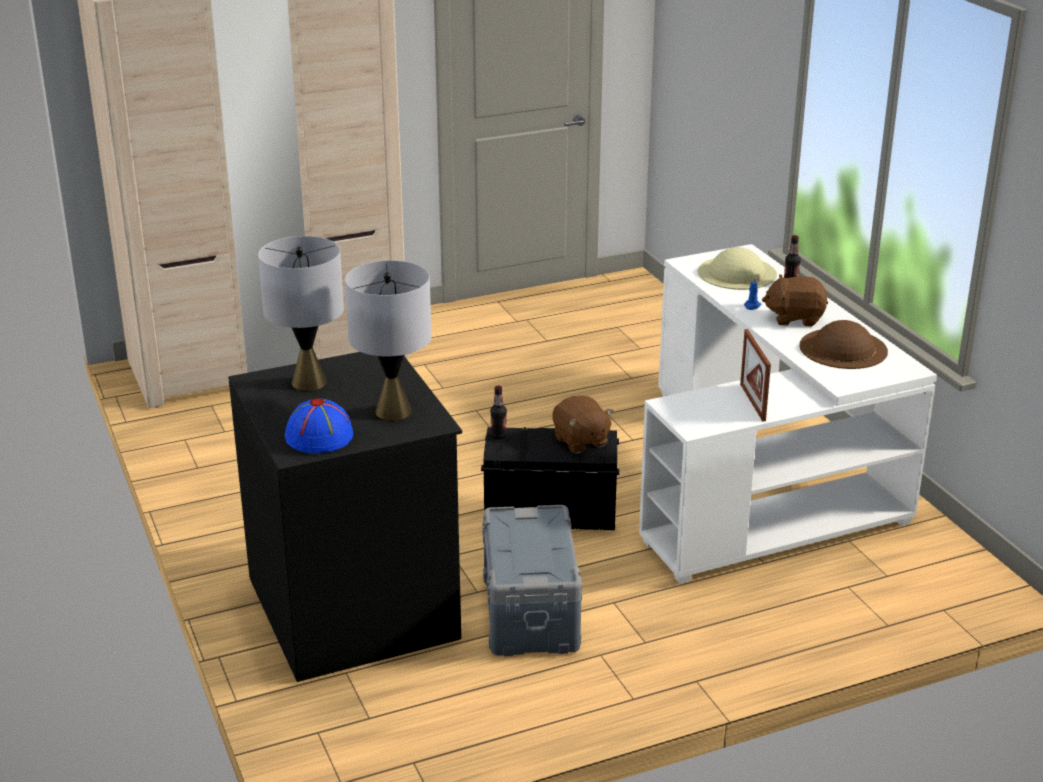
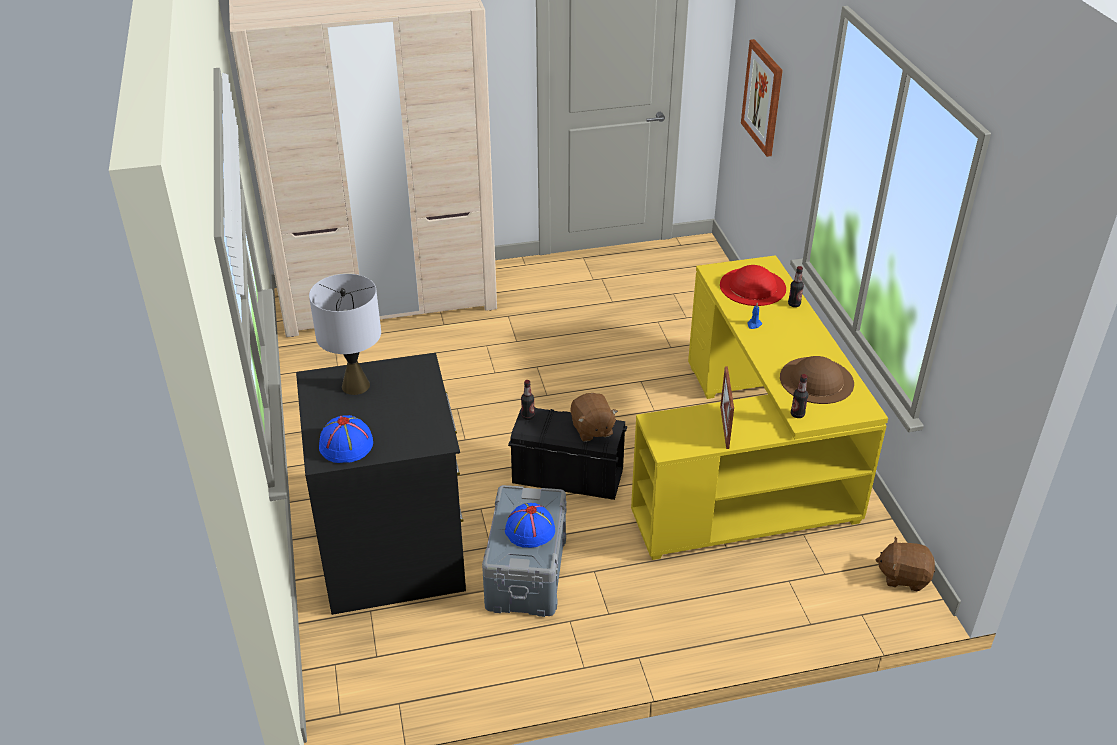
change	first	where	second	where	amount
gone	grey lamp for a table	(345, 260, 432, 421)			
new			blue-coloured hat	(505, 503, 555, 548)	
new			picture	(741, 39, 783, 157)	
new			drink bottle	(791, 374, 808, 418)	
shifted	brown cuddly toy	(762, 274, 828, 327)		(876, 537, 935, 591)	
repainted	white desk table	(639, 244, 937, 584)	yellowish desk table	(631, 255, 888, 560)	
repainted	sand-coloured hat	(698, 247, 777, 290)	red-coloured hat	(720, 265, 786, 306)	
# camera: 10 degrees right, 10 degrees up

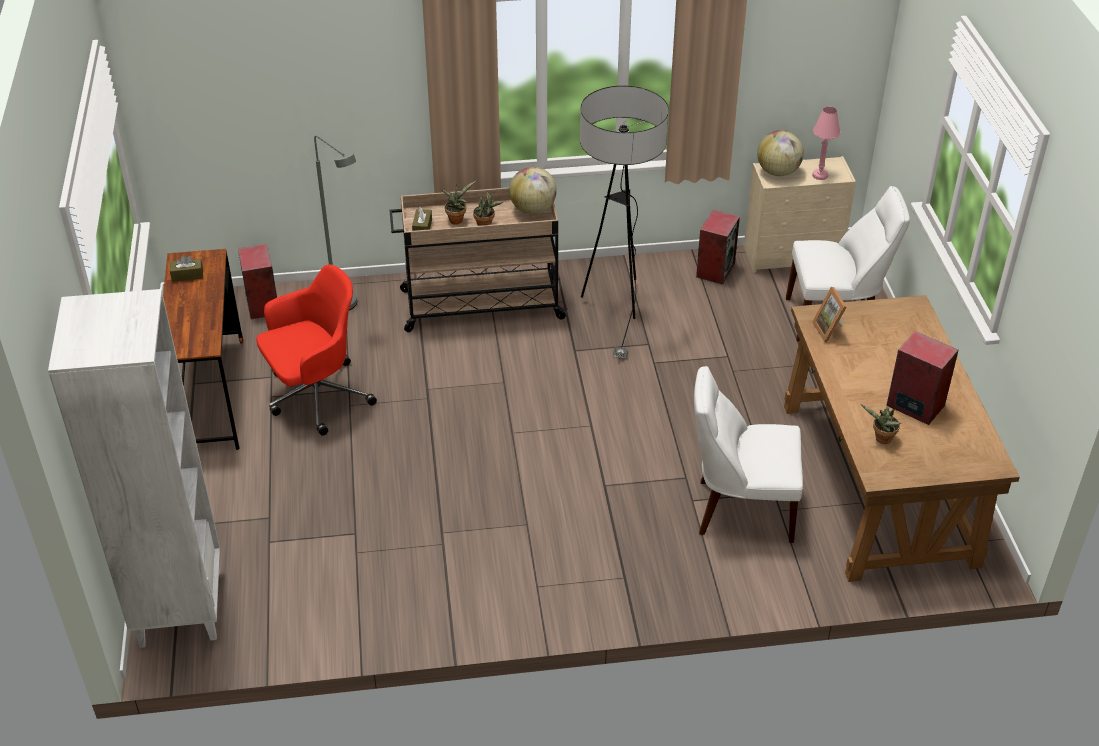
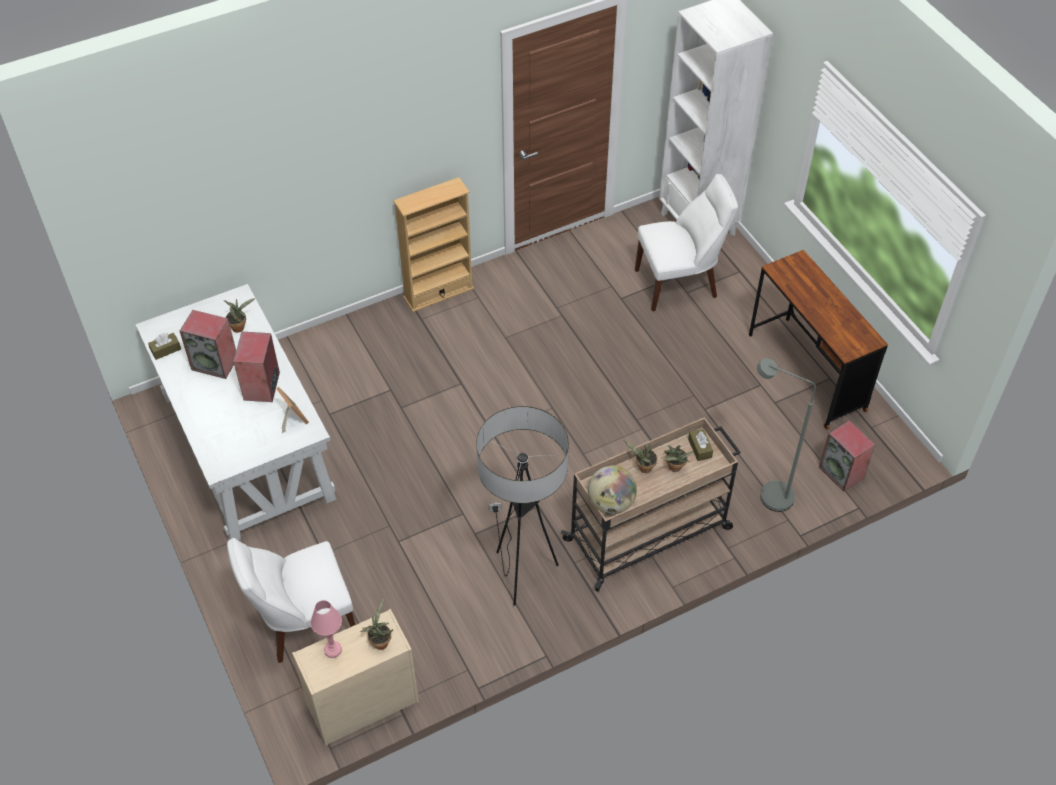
change	first	where	second	where	amount
gone	red-coloured office chair	(256, 264, 377, 436)			
new			sand-coloured bookshelf	(393, 177, 474, 312)	
shifted	brown tissue box	(170, 255, 203, 282)		(148, 333, 181, 360)	
shifted	white upright chair	(694, 366, 803, 543)		(635, 174, 738, 311)	
shifted	speaker	(696, 210, 740, 284)		(233, 332, 280, 402)	
swapped	globe	(757, 130, 804, 176)	houseplant	(361, 599, 393, 650)	
repainted	brown desk table	(784, 295, 1020, 582)	white desk table	(135, 284, 336, 540)	
# camera: 160 degrees right, 10 degrees up

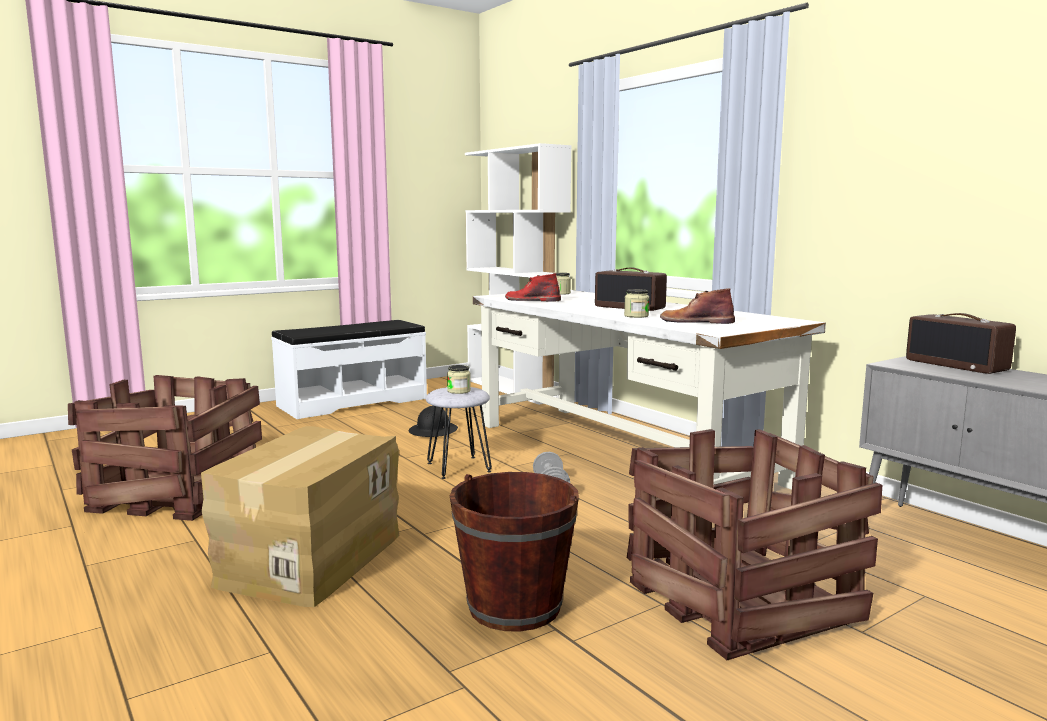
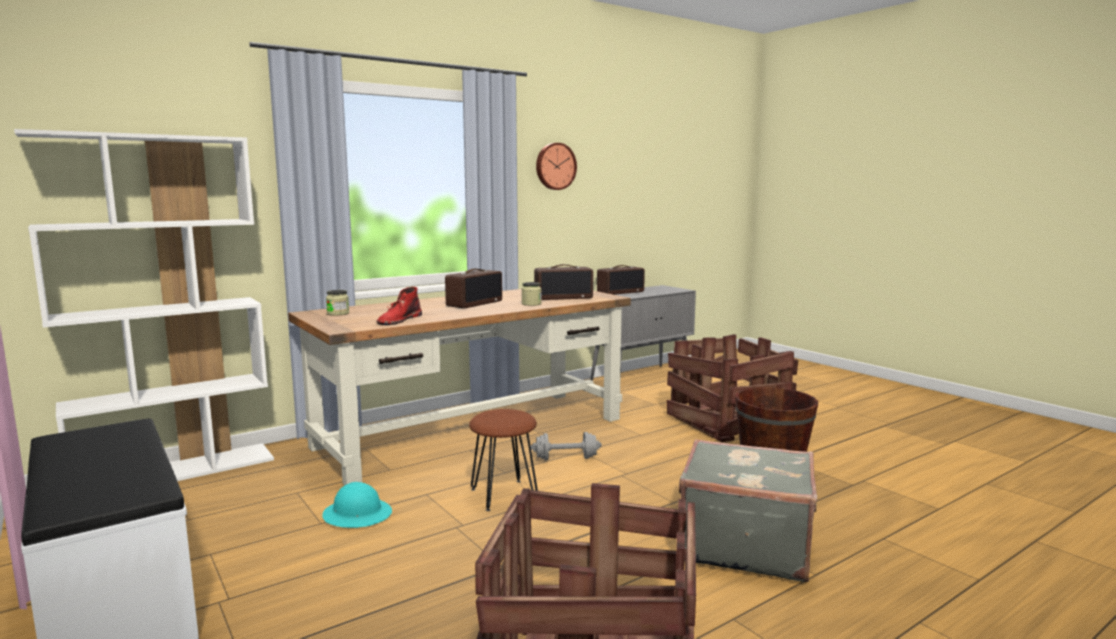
change	first	where	second	where	amount
gone	jar	(447, 365, 471, 394)			
new			hanging clock	(536, 143, 577, 190)	
swapped	carton	(201, 426, 399, 607)	grey piece of luggage	(679, 439, 817, 582)	
swapped	brown high-top boot	(660, 288, 735, 324)	radio	(534, 264, 593, 300)	
repainted	black-coloured hard hat	(409, 406, 458, 437)	blue-green hard hat	(322, 482, 392, 528)	
repainted	grey stool seat	(426, 387, 492, 479)	brown stool seat	(469, 409, 538, 511)	
repainted	white desk table	(473, 290, 826, 490)	brown desk table	(288, 289, 631, 486)	
# camera: 90 degrees left, 0 degrees up

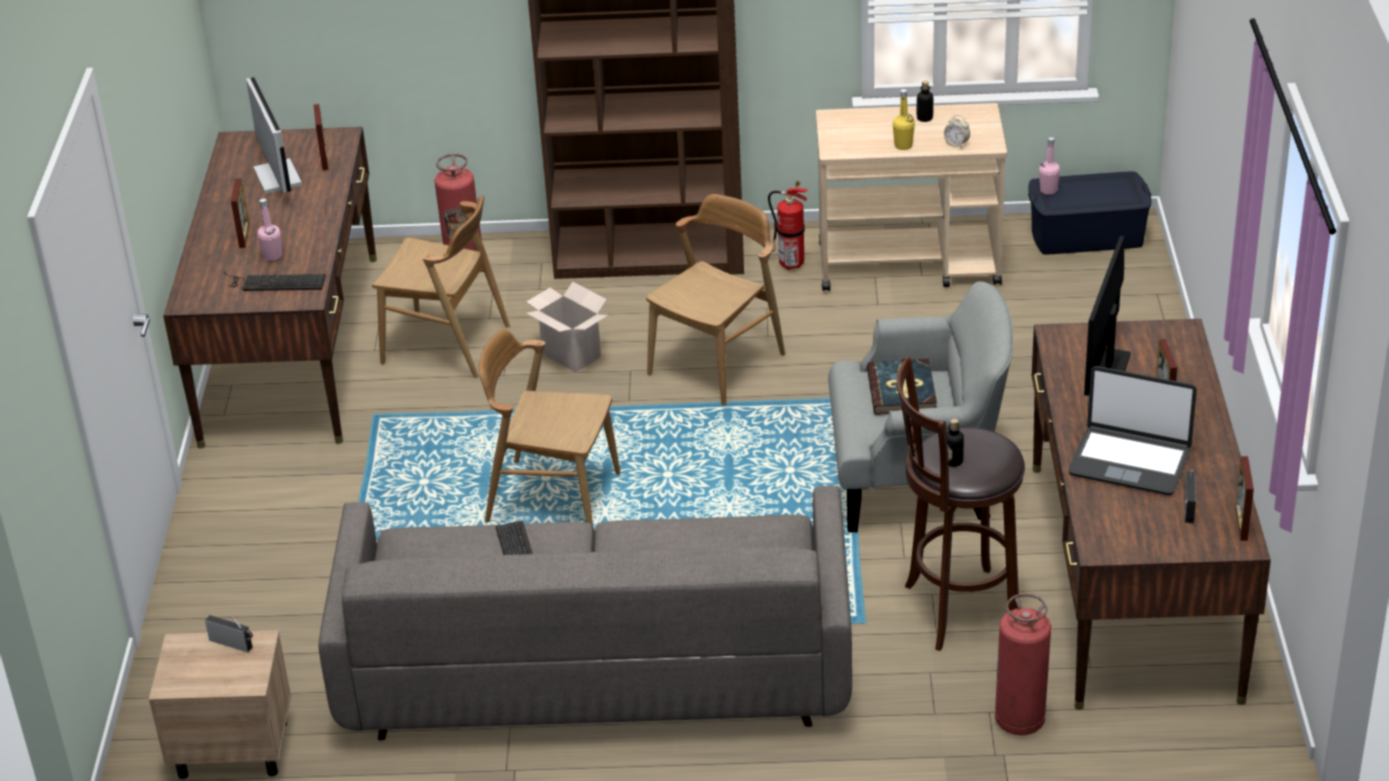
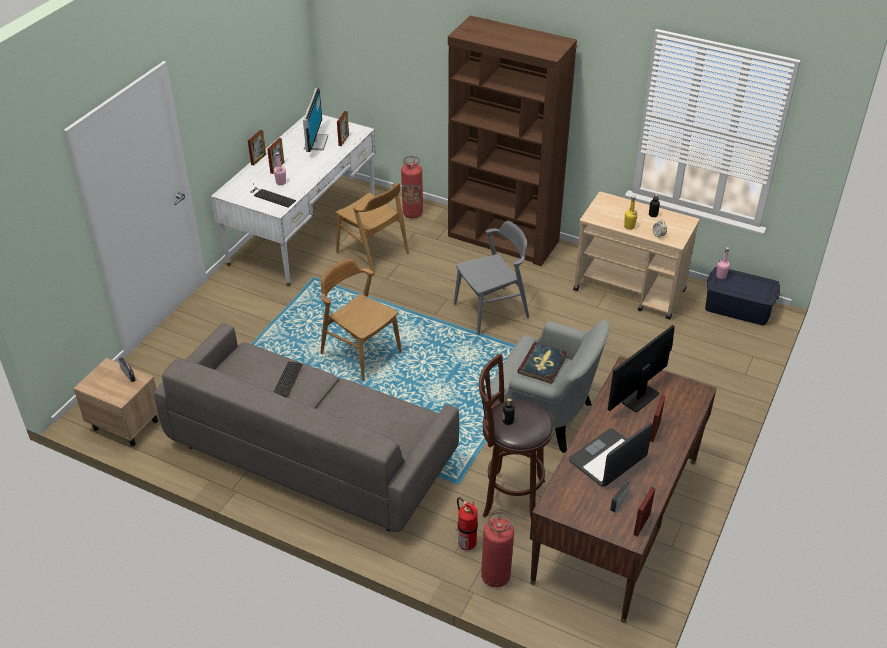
change	first	where	second	where	amount
gone	carton	(526, 282, 608, 372)			
new			standing frame	(248, 130, 266, 166)	
shifted	extinguisher	(768, 181, 808, 270)		(455, 497, 478, 550)	
repainted	brown desk table	(163, 127, 377, 448)	white desk table	(211, 115, 376, 287)	
repainted	brown upright chair	(646, 194, 785, 406)	grey upright chair	(454, 221, 529, 335)	
rotated	laptop	(1068, 366, 1197, 495)		(569, 422, 653, 487)	90 degrees clockwise
# camera: 25 degrees right, 5 degrees up

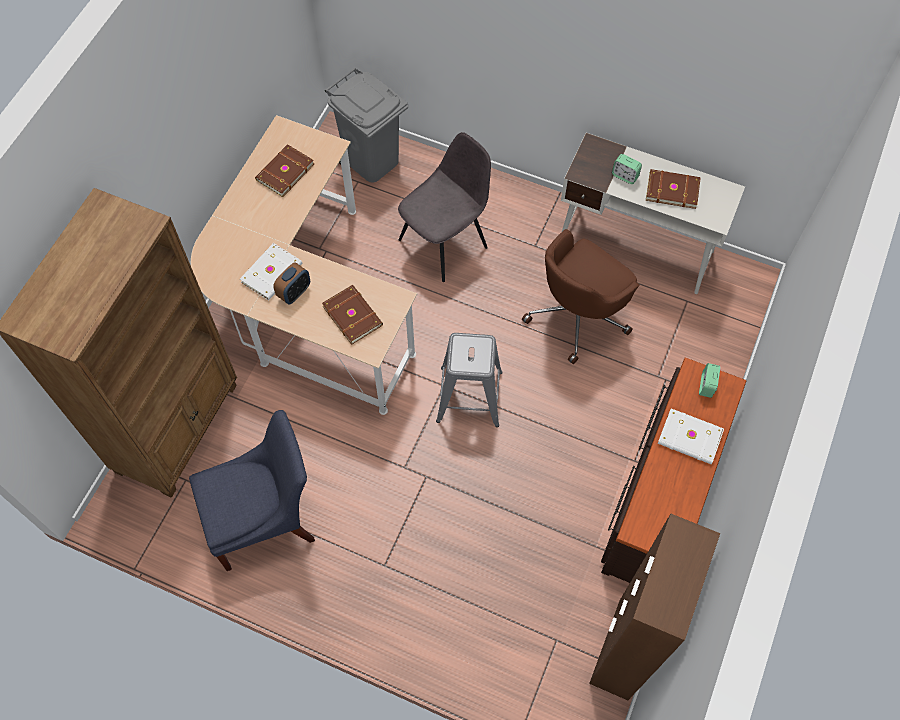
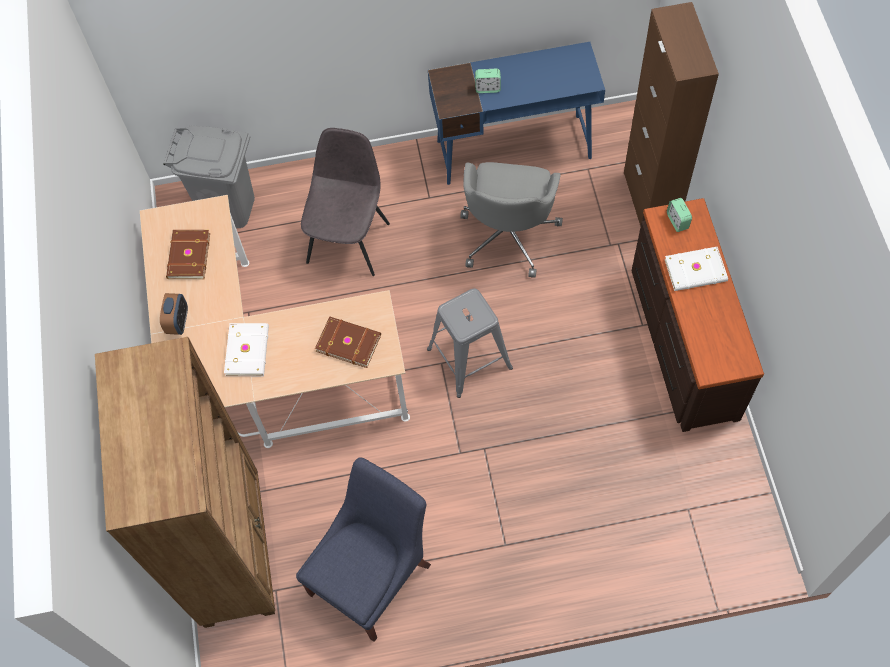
change	first	where	second	where	amount
gone	brown bound book	(646, 169, 701, 209)			
shifted	alarm clock	(273, 262, 310, 304)		(160, 293, 188, 335)	
shifted	brown cupboard	(589, 514, 720, 700)		(624, 2, 719, 226)	
repainted	brown office chair	(522, 229, 640, 364)	grey office chair	(460, 162, 563, 278)	
repainted	white desk table	(561, 133, 745, 294)	blue-coloured desk table	(428, 42, 605, 185)	
# camera: 30 degrees left, 0 degrees up

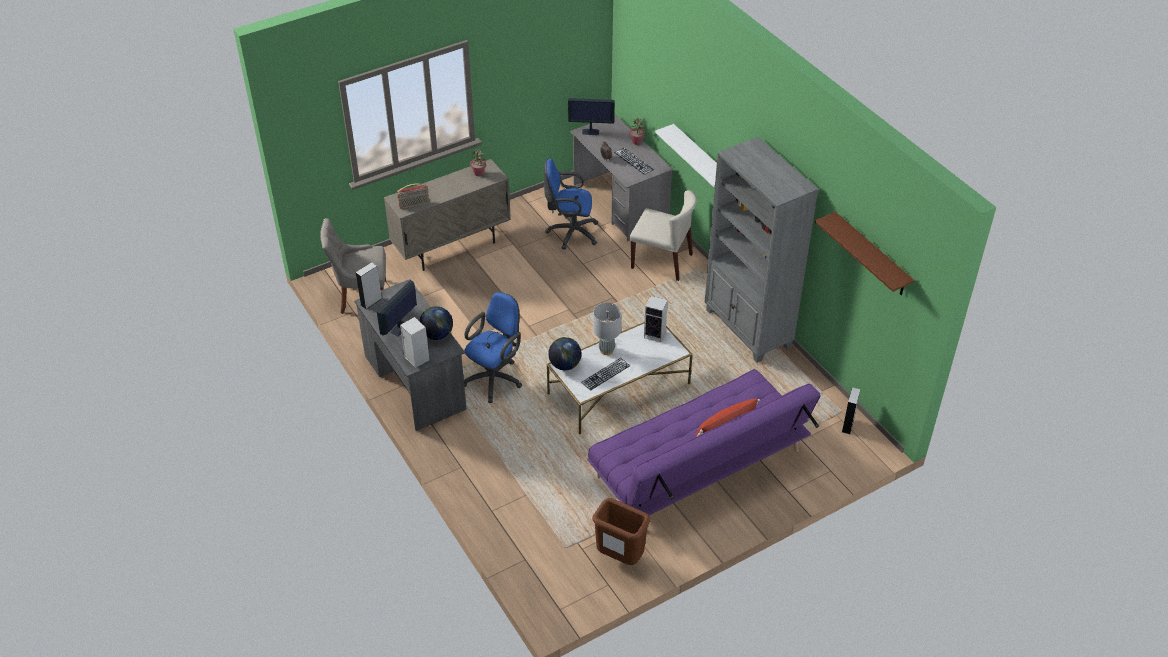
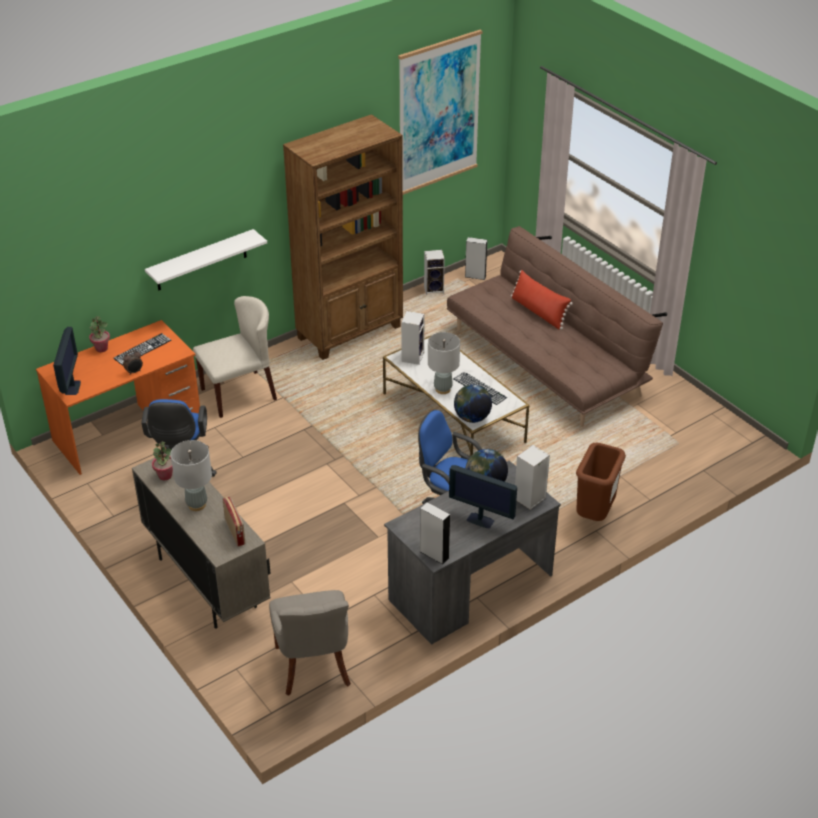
change	first	where	second	where	amount
new			grey lamp for a table	(171, 440, 212, 511)	
new			speaker	(424, 250, 445, 296)	
shifted	brown trash can	(592, 498, 650, 565)		(576, 443, 626, 521)	
swapped	brown shelf	(815, 212, 914, 295)	picture	(398, 30, 482, 195)	
repainted	grey desk table	(570, 115, 673, 241)	orange desk table	(36, 320, 200, 475)	
repainted	purple settee	(587, 369, 821, 515)	brown settee	(447, 226, 667, 427)	
repainted	grey bookshelf	(705, 137, 818, 363)	brown bookshelf	(283, 114, 403, 360)	
rotated	sand-coloured upright chair	(630, 190, 697, 281)		(193, 296, 277, 418)	45 degrees clockwise
# camera: 95 degrees left, 5 degrees down

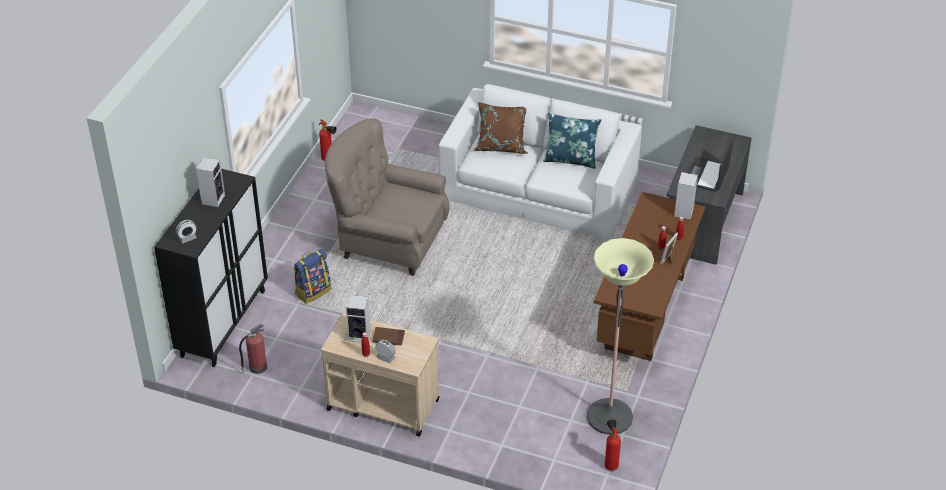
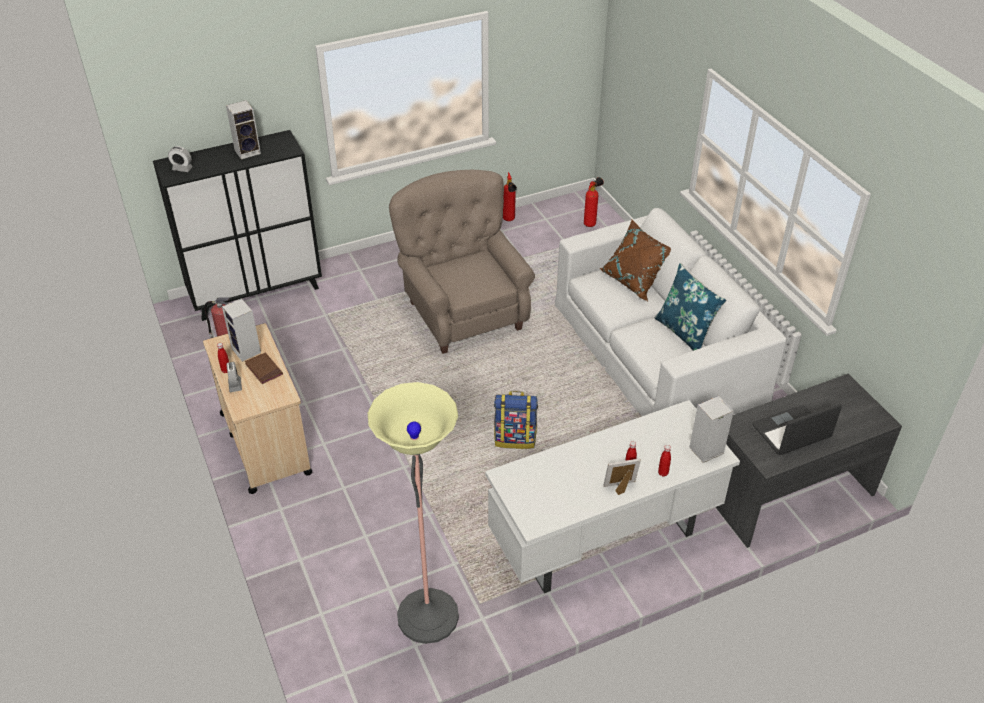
change	first	where	second	where	amount
shifted	knapsack	(294, 249, 331, 304)		(494, 391, 538, 449)	
shifted	extinguisher	(605, 419, 621, 471)		(584, 177, 604, 227)	
repainted	brown desk table	(594, 192, 705, 361)	white desk table	(485, 400, 740, 593)	
# camera: 45 degrees right, 0 degrees up

